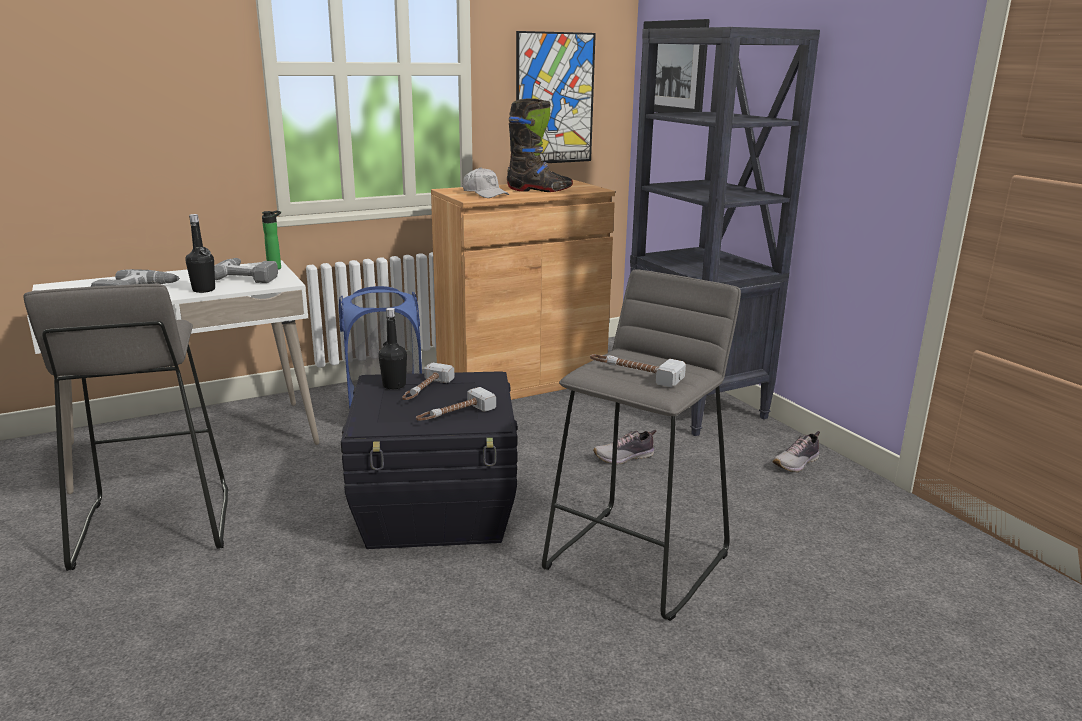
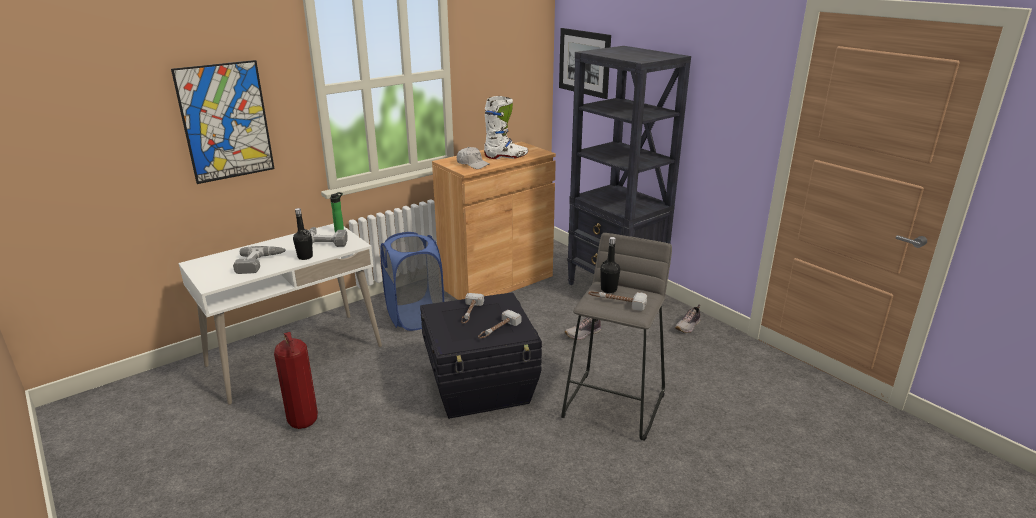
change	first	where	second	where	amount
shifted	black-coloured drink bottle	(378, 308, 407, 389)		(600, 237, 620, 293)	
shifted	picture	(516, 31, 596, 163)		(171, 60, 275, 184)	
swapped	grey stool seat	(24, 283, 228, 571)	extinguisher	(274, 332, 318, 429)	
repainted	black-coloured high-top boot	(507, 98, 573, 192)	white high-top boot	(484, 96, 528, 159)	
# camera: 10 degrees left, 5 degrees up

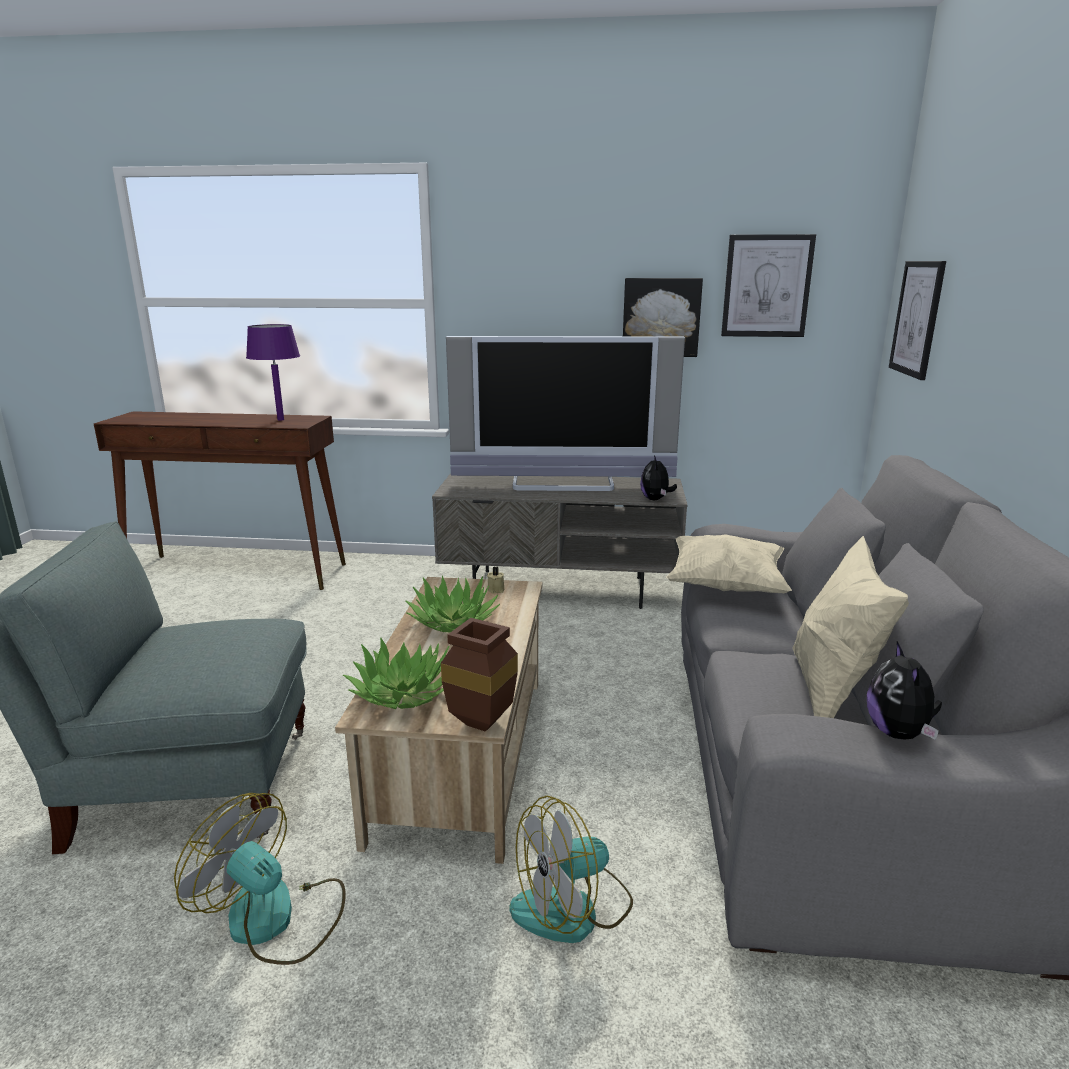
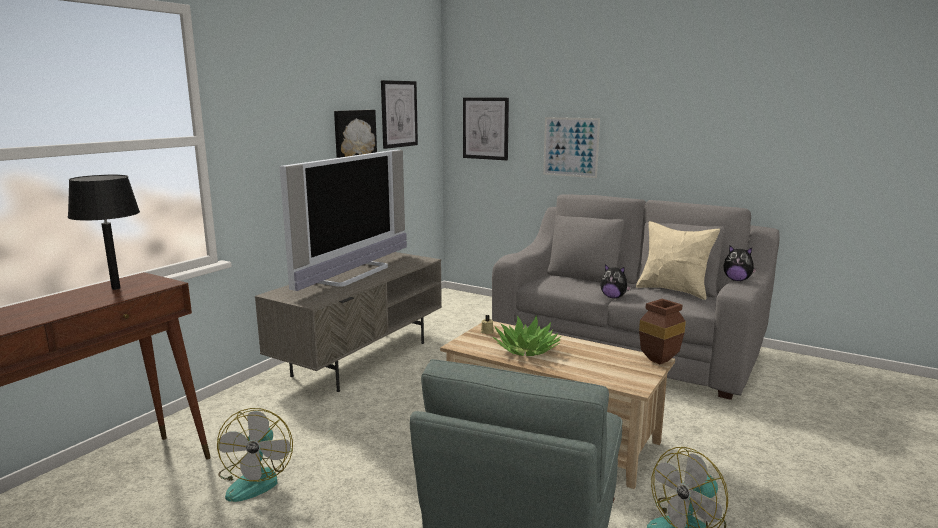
change	first	where	second	where	amount
gone	houseplant	(343, 638, 449, 709)			
gone	sand-coloured pillow	(666, 534, 792, 593)			
new			picture	(543, 117, 600, 178)	
shifted	electric fan	(509, 796, 633, 943)		(217, 408, 293, 502)	
shifted	cuddly toy	(640, 455, 677, 500)		(600, 264, 631, 298)	
repainted	purple lamp for a table	(246, 324, 300, 421)	black-coloured lamp for a table	(68, 175, 140, 290)	
# camera: 65 degrees left, 5 degrees down

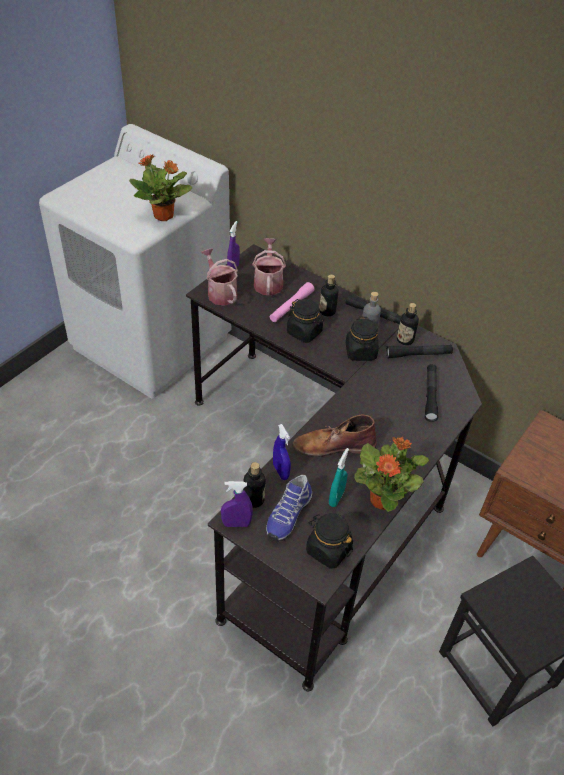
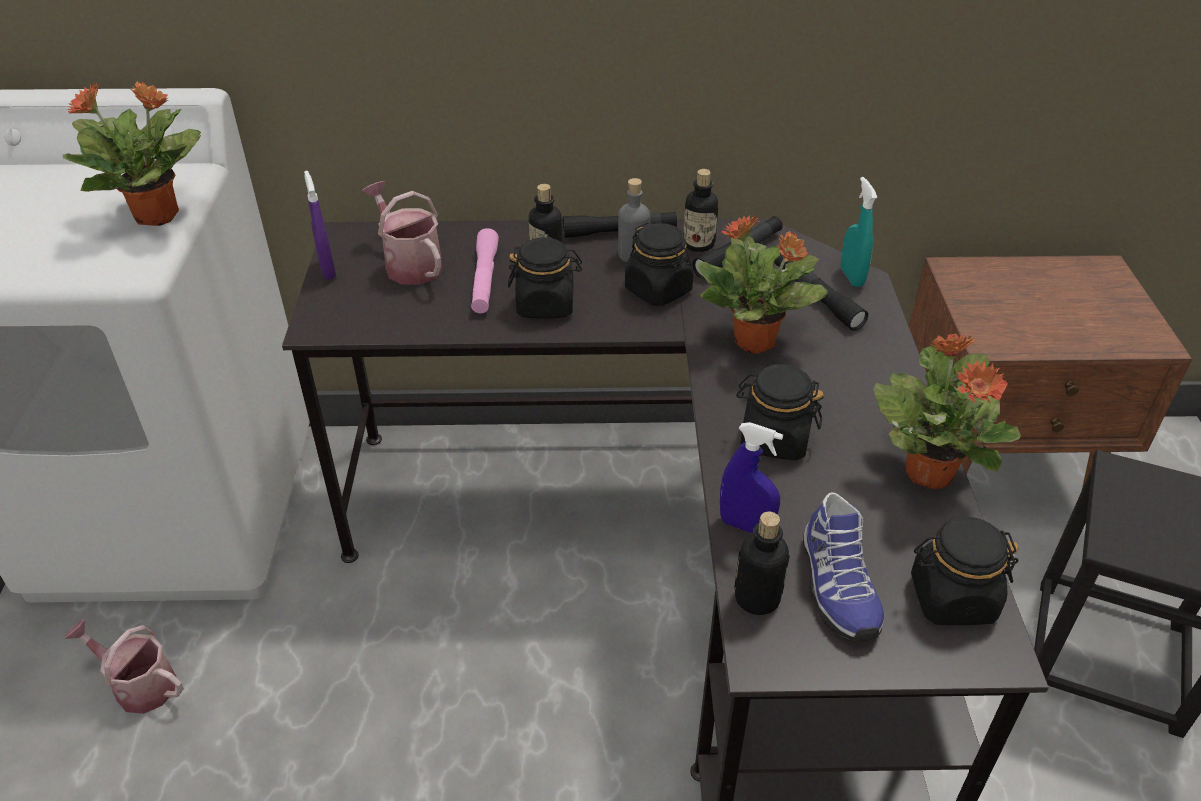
change	first	where	second	where	amount
gone	purple hand sprayer	(221, 481, 253, 527)			
new			houseplant	(697, 215, 828, 354)	
shifted	sprinkling can	(201, 248, 238, 306)		(64, 619, 184, 714)	
shifted	blue-green hand sprayer	(329, 448, 349, 507)		(841, 177, 877, 287)	
swapped	brown high-top boot	(293, 415, 377, 457)	black-coloured jar	(736, 364, 824, 460)	
# camera: 35 degrees left, 5 degrees down

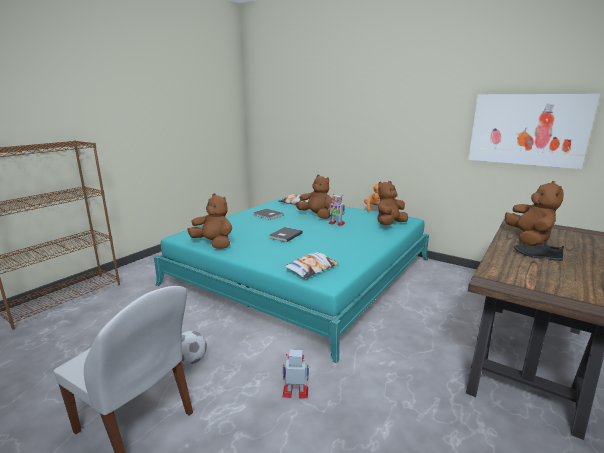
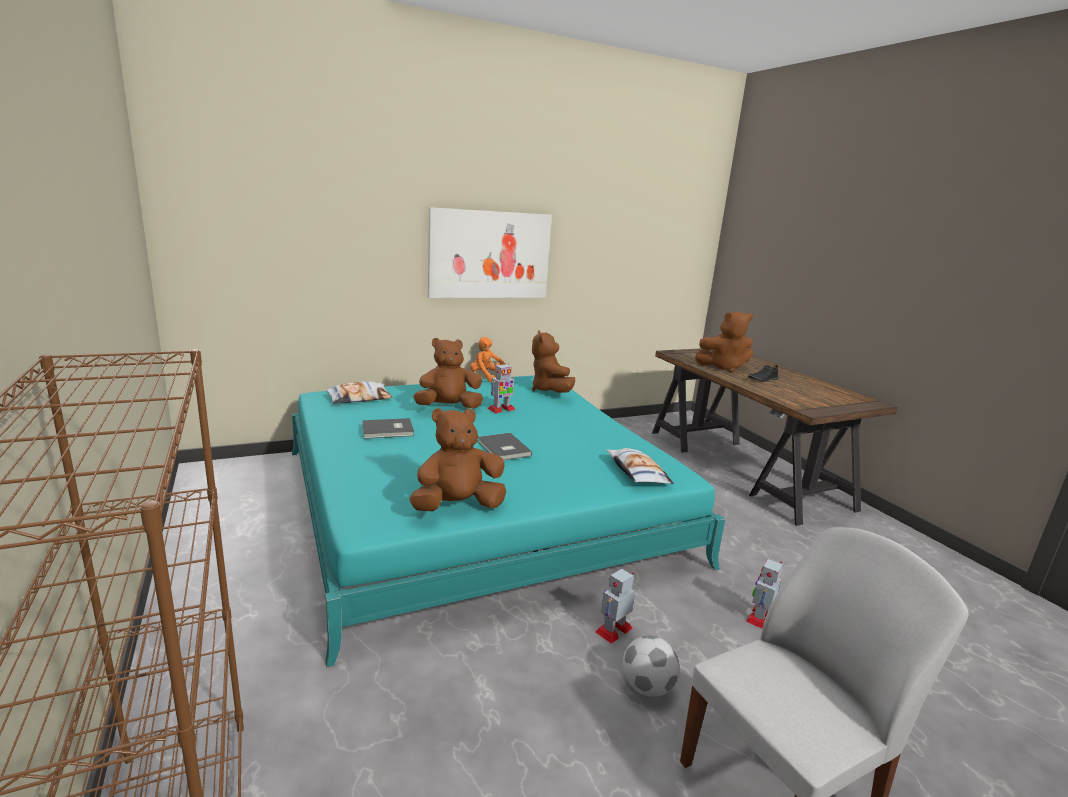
change	first	where	second	where	amount
new			toy robot	(595, 569, 635, 643)	
shifted	picture	(468, 94, 600, 169)		(428, 207, 552, 298)	
rotated	brown cuddly toy	(505, 181, 564, 246)		(695, 312, 753, 373)	135 degrees clockwise
# camera: 60 degrees left, 0 degrees up

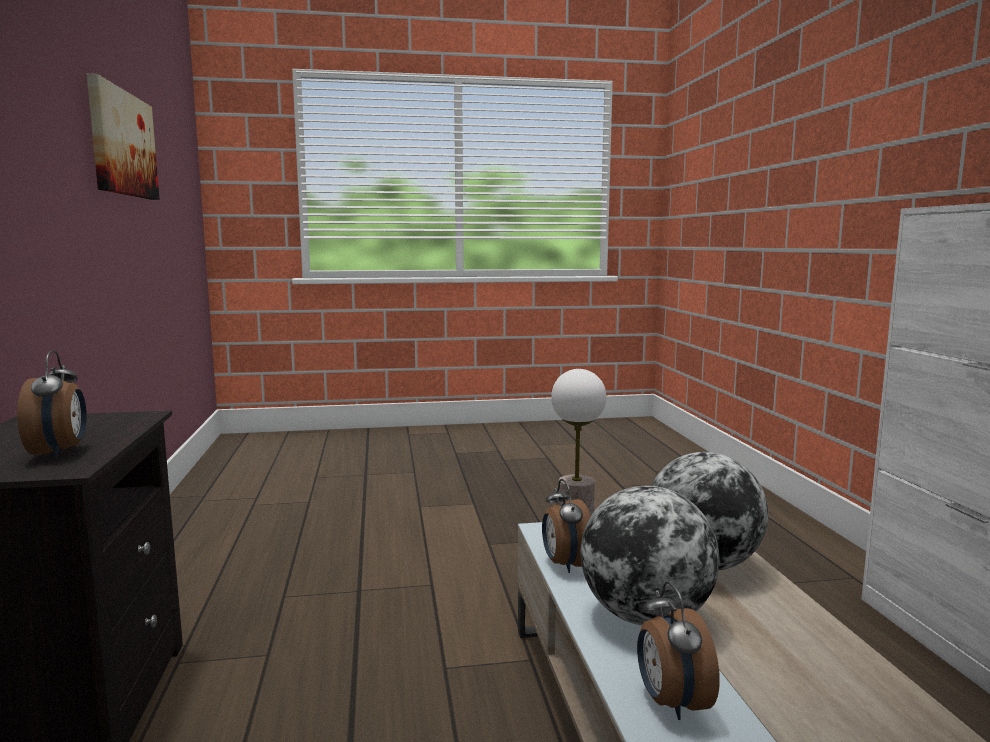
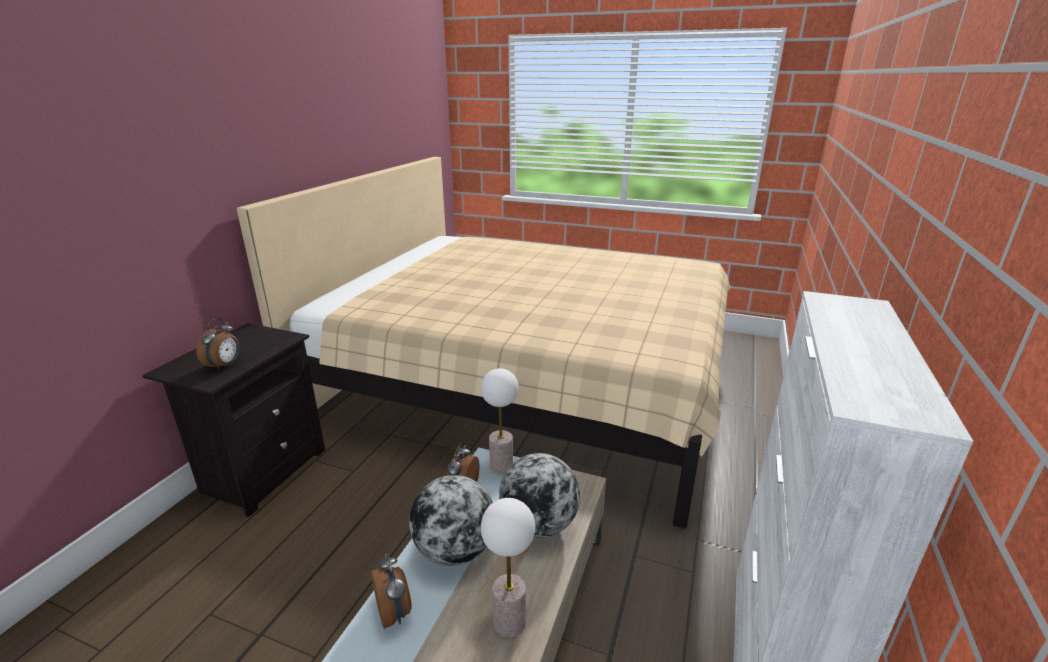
change	first	where	second	where	amount
gone	picture	(86, 74, 159, 200)			
new			sand-coloured bedroom bed	(237, 157, 731, 529)	
new			lamp for a table	(481, 498, 535, 638)	
rotated	alarm clock	(637, 581, 720, 720)		(371, 554, 412, 629)	135 degrees clockwise
# camera: 30 degrees right, 15 degrees up

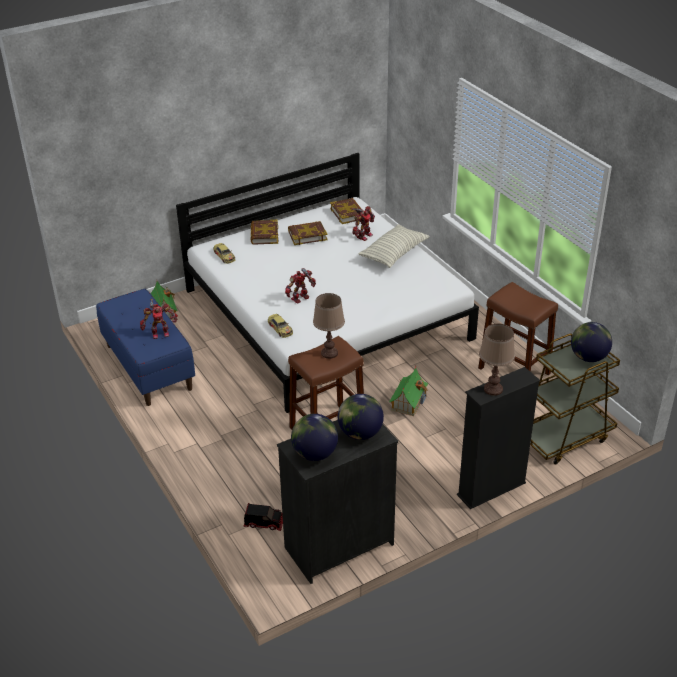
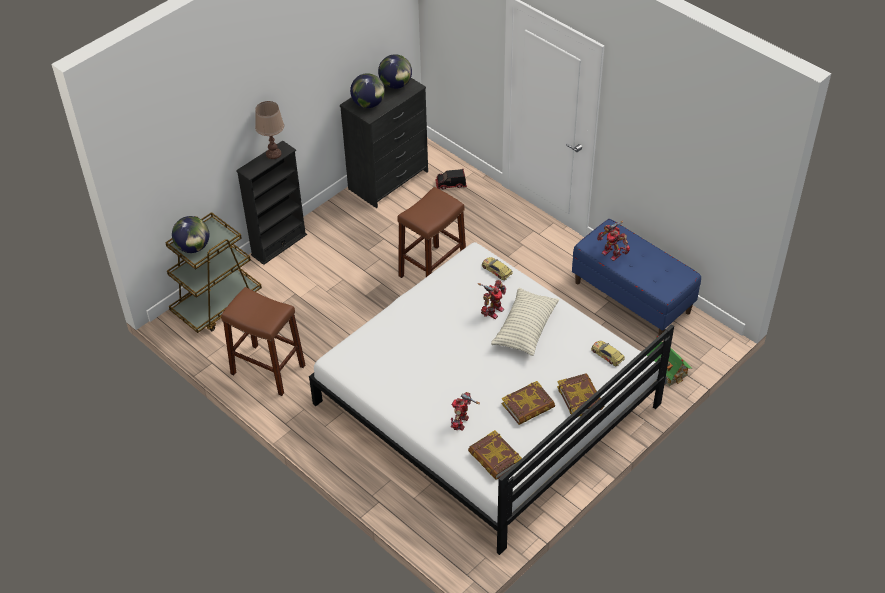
change	first	where	second	where	amount
gone	brown lamp for a table	(313, 293, 345, 359)			
gone	miniature house	(389, 367, 429, 416)			
shifted	pillow	(358, 224, 429, 268)		(491, 288, 560, 356)	
rotated	toy robot	(140, 299, 178, 339)		(597, 221, 630, 261)	105 degrees counterclockwise
# camera: 165 degrees right, 10 degrees up

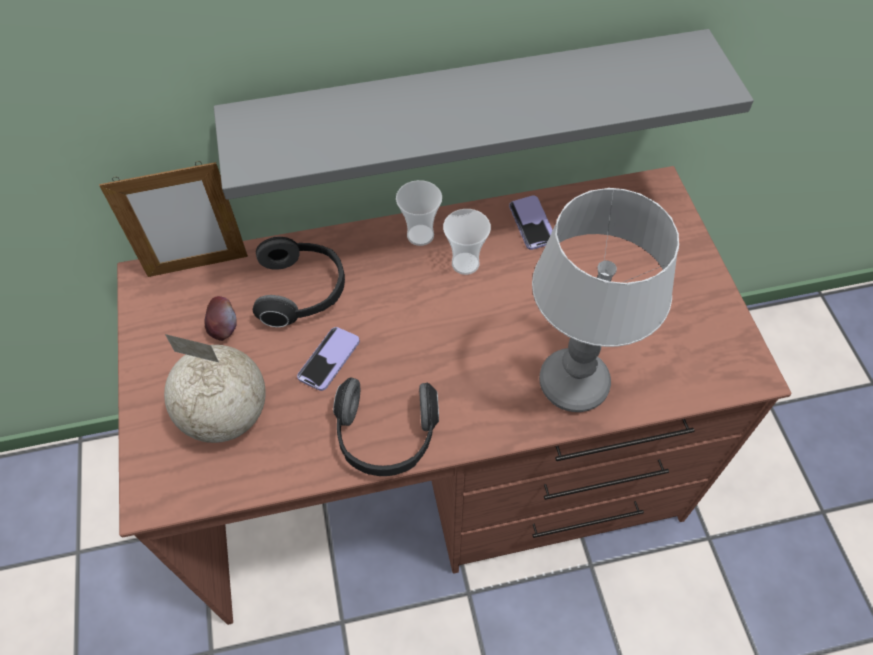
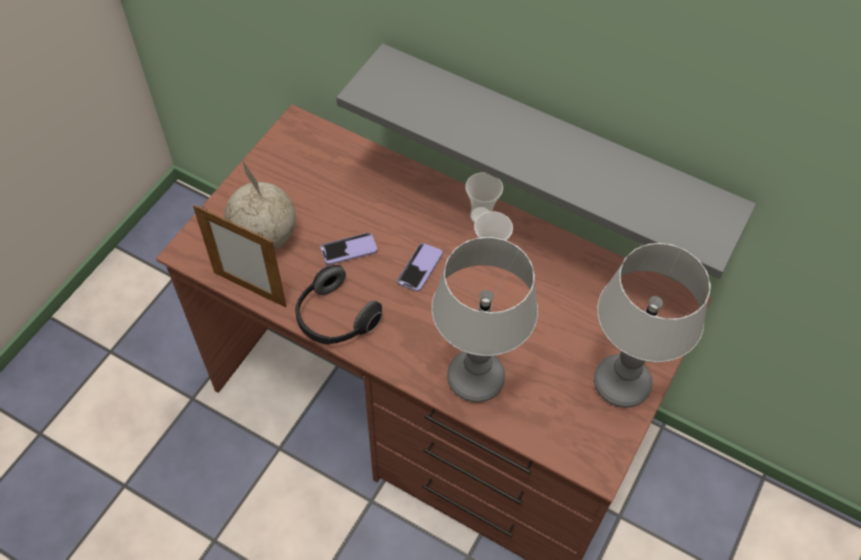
change	first	where	second	where	amount
gone	whole apple	(205, 296, 237, 341)			
gone	pair of headphones	(253, 237, 345, 327)			
new			lamp for a table	(594, 243, 711, 408)	
shifted	standing frame	(99, 161, 248, 277)		(193, 204, 286, 308)	
shifted	phone	(509, 195, 553, 250)		(397, 243, 443, 292)	
# camera: 40 degrees right, 0 degrees up

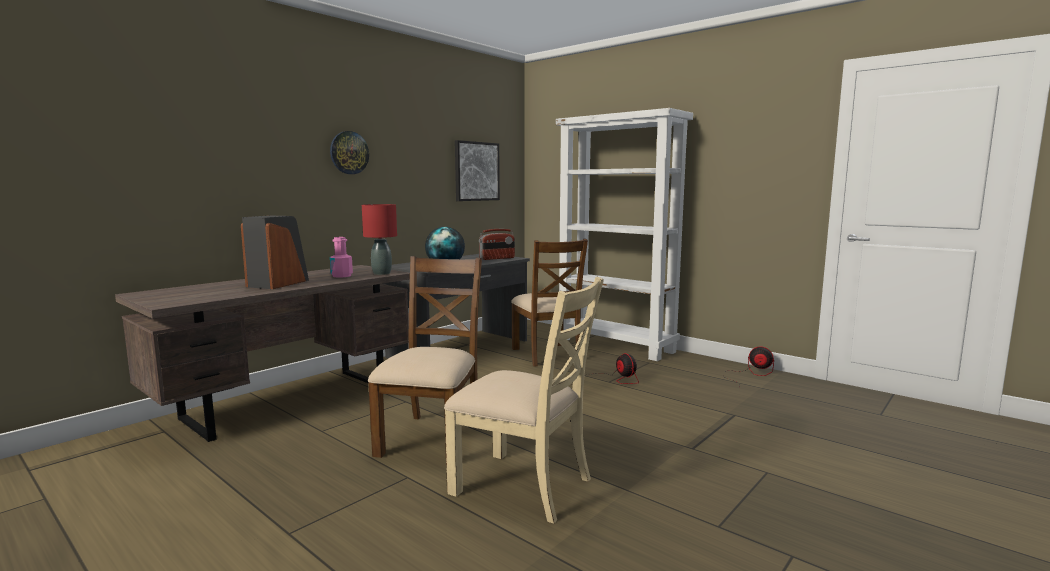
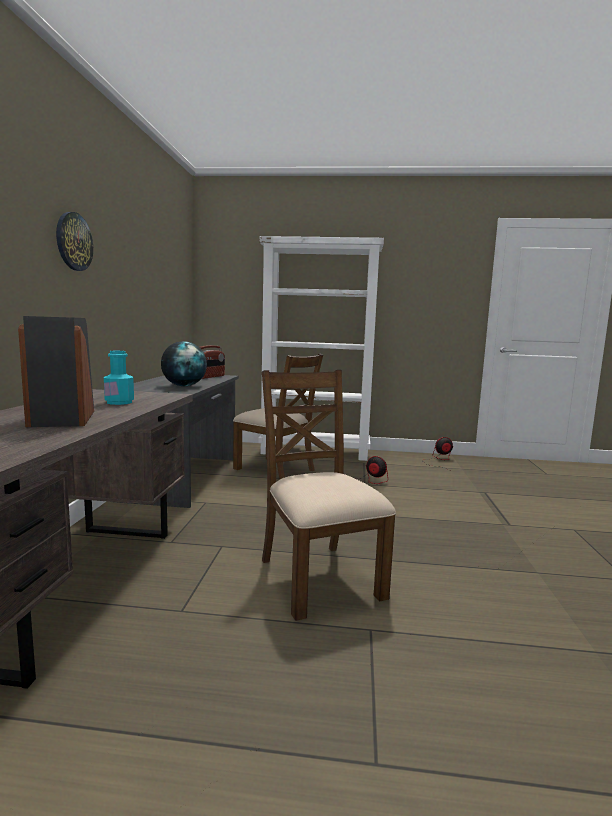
change	first	where	second	where	amount
gone	red-coloured lamp for a table	(362, 204, 397, 275)			
gone	sand-coloured upright chair	(444, 277, 604, 524)			
gone	picture	(455, 140, 500, 201)			
repainted	pink drink bottle	(330, 237, 353, 278)	blue-green drink bottle	(104, 351, 134, 405)	
# camera: 35 degrees left, 0 degrees up

